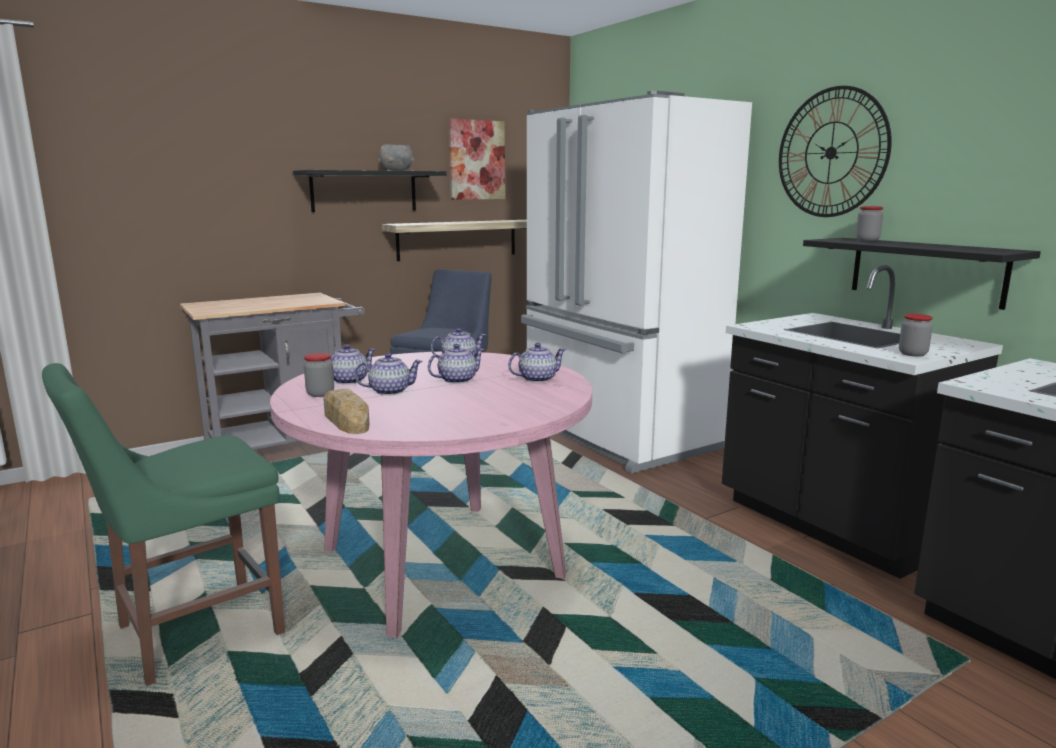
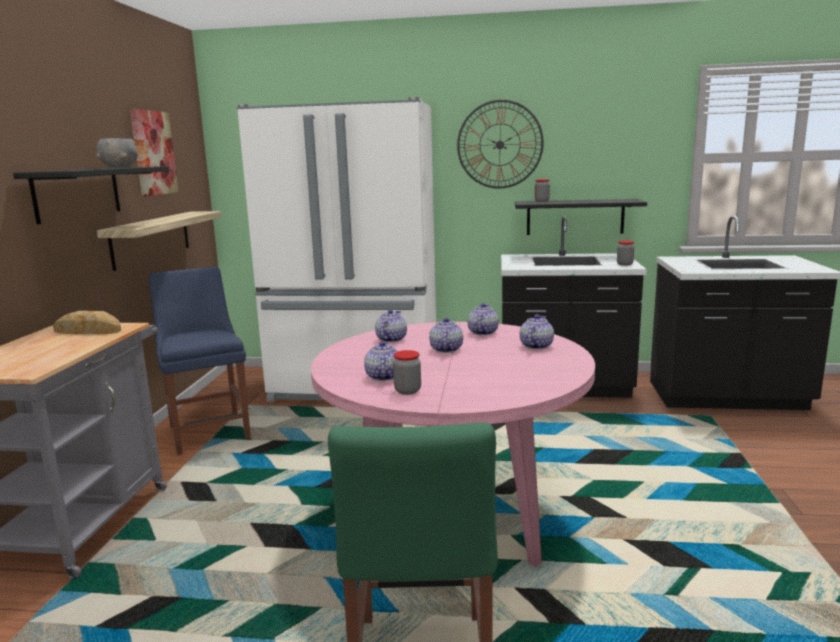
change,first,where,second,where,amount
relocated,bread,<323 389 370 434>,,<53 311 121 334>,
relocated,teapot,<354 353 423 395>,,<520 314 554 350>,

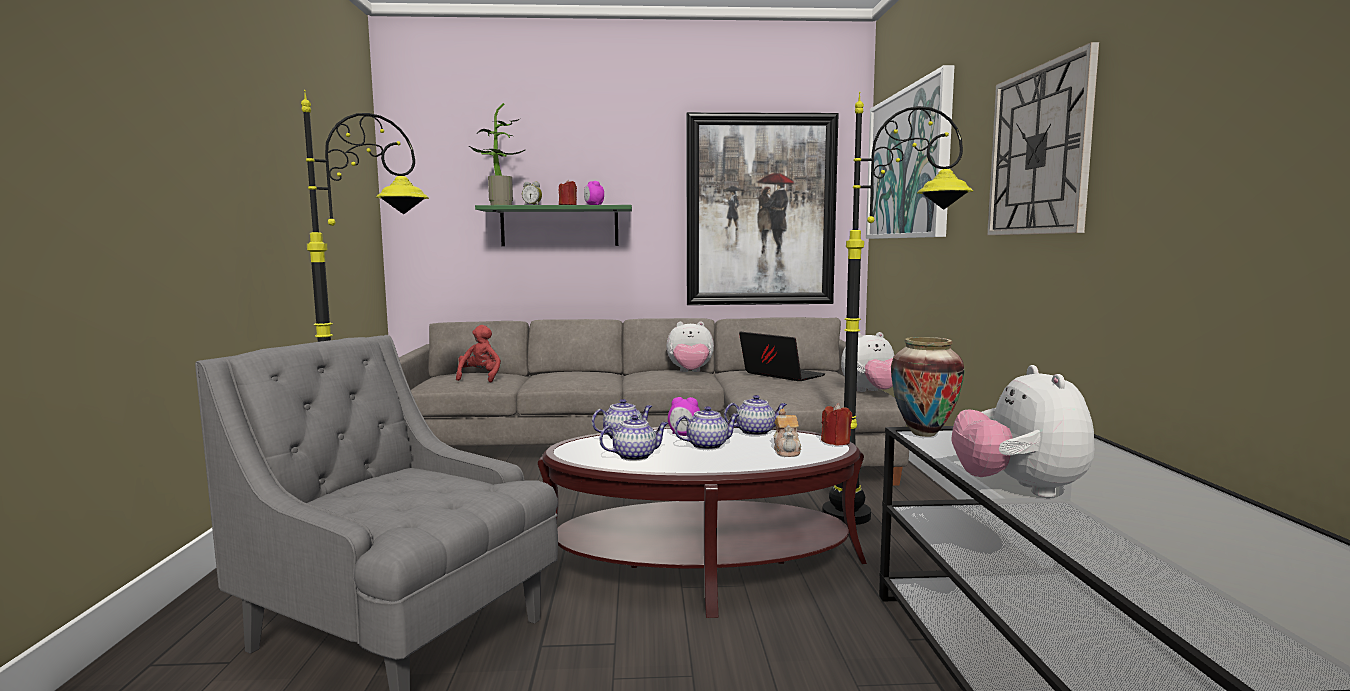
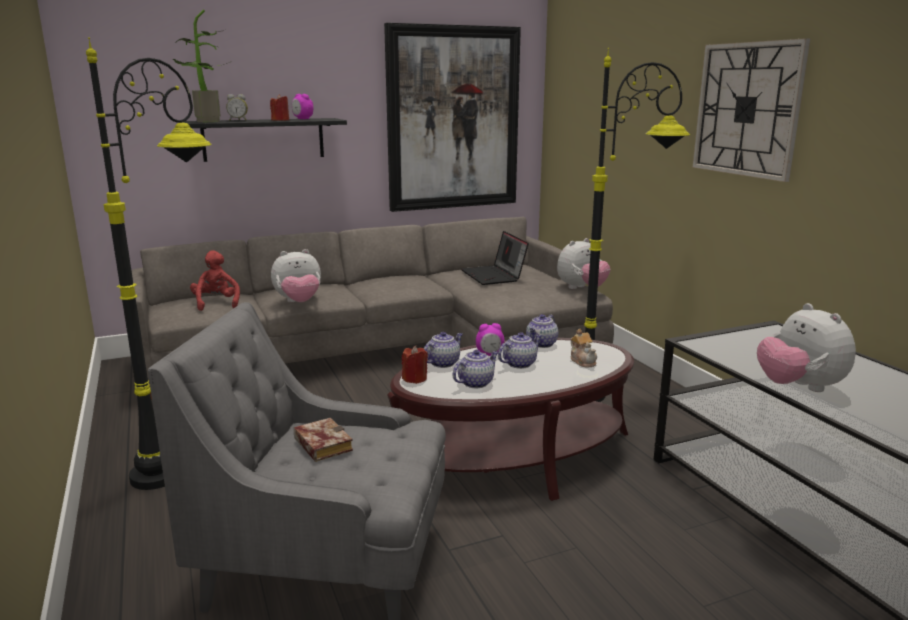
change,first,where,second,where,amount
colour,greenish shelf,<475 205 632 246>,blackish shelf,<183 118 347 162>,
relocated,cuddly toy,<667 321 714 372>,,<271 249 321 302>,
appeared,,,bound book,<294 418 353 462>,
relocated,red wax candle,<821 403 852 445>,,<402 346 428 384>,
spun,portable computer,<739 331 826 381>,,<461 231 529 285>,135 degrees counterclockwise
spun,teapot,<724 395 787 436>,,<526 314 558 348>,150 degrees clockwise
missing,picture,<866 65 954 239>,,,
missing,decorative vase,<891 337 965 437>,,,

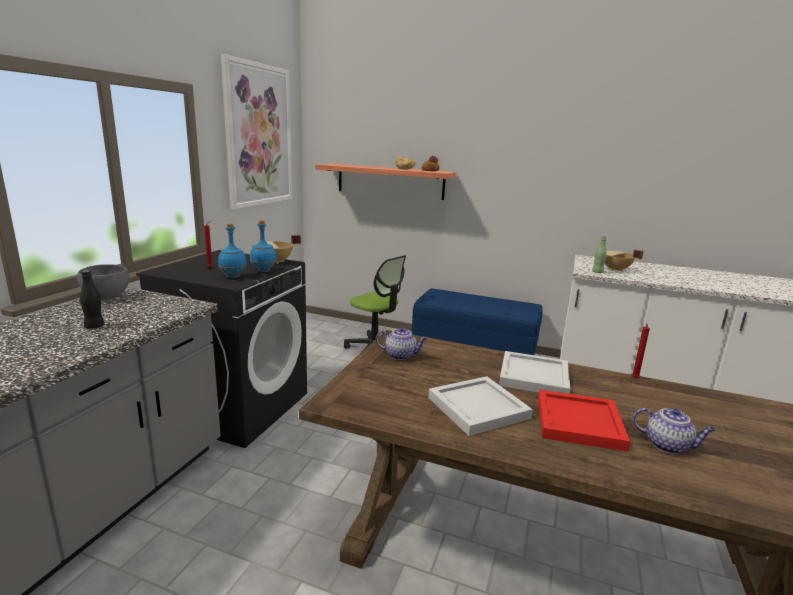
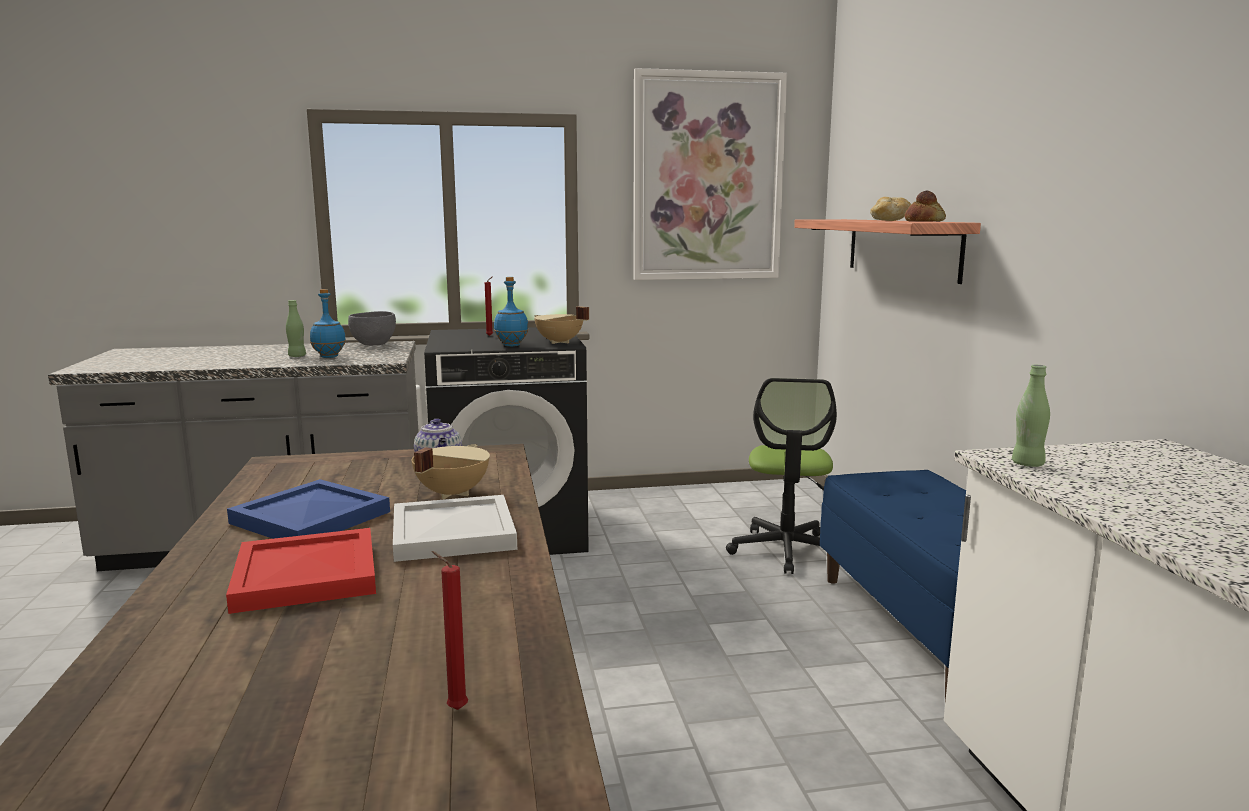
change,first,where,second,where,amount
colour,white serving tray,<428 376 533 436>,bluish serving tray,<227 479 390 539>,
colour,blackish beverage bottle,<80 270 104 329>,greenish beverage bottle,<286 300 306 357>,
relocated,bluish beverage bottle,<218 223 247 278>,,<310 289 346 358>,
relocated,beige saucepot,<605 249 644 272>,,<412 444 490 499>,
relocated,red wax candle,<632 323 650 378>,,<431 551 468 710>,
missing,teapot,<633 408 716 454>,,,

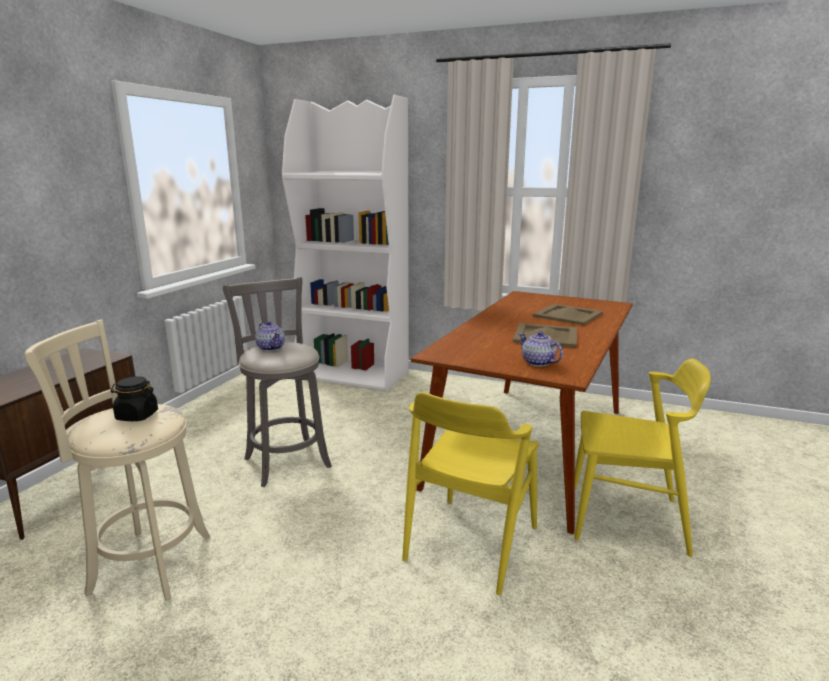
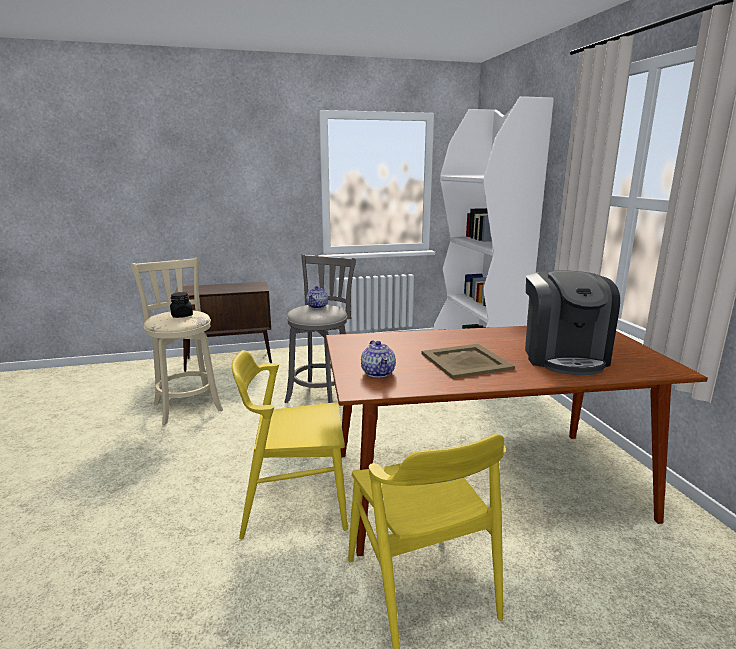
change,first,where,second,where,amount
spun,teapot,<518 331 563 367>,,<361 340 396 378>,150 degrees clockwise
exchanged,beige serving tray,<532 304 603 325>,coffee brewer,<525 270 620 375>,

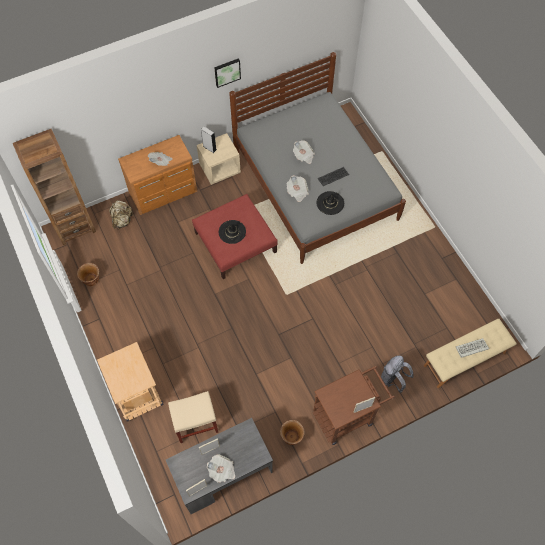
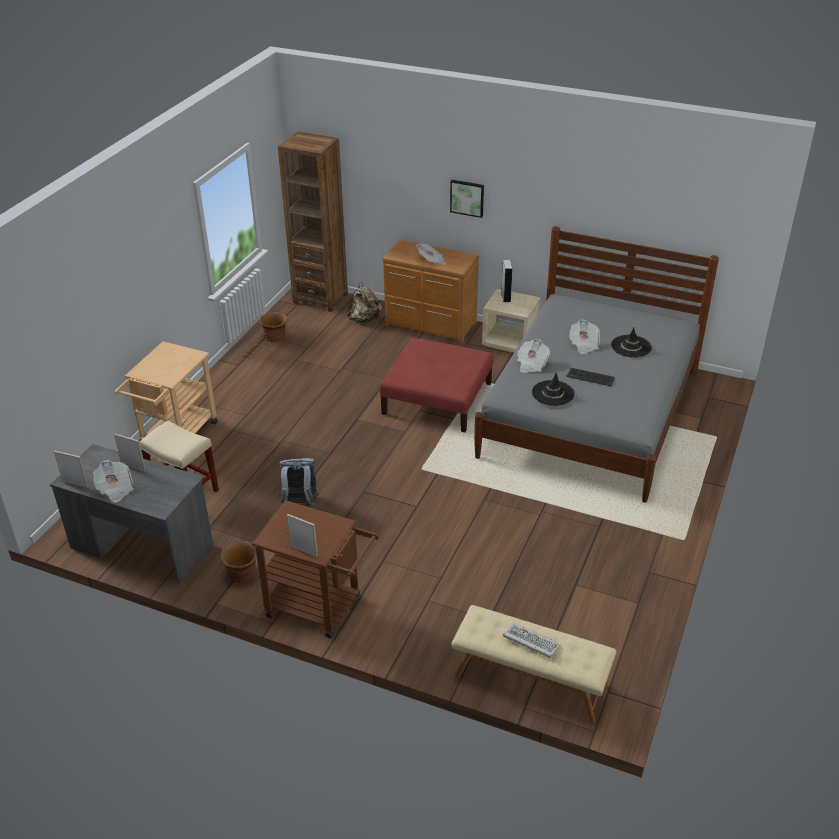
change,first,where,second,where,amount
relocated,greyish rucksack,<381 356 413 393>,,<279 458 319 507>,
relocated,picture,<214 58 241 88>,,<450 180 484 218>,
relocated,blackish wearable hat,<219 220 246 244>,,<611 327 652 357>,

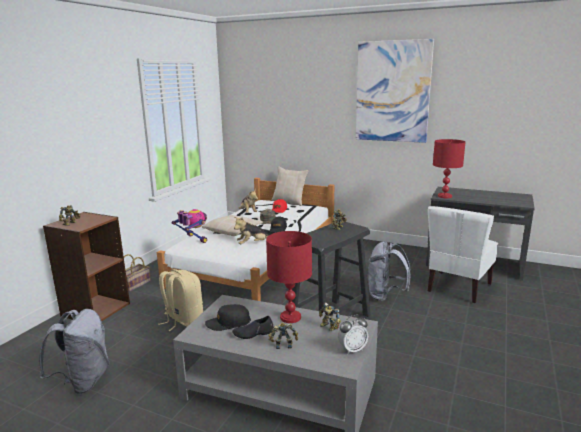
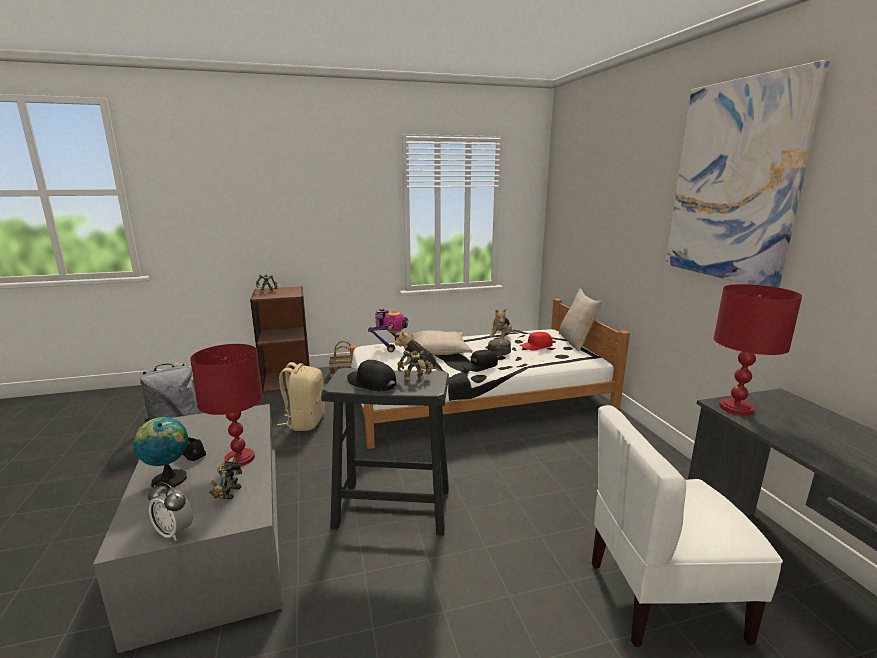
change,first,where,second,where,amount
exchanged,robot figure,<268 322 298 349>,desk globe,<133 417 188 489>,
relocated,blackish baseball cap,<205 304 251 331>,,<347 360 397 391>,
missing,greyish rucksack,<368 241 411 301>,,,

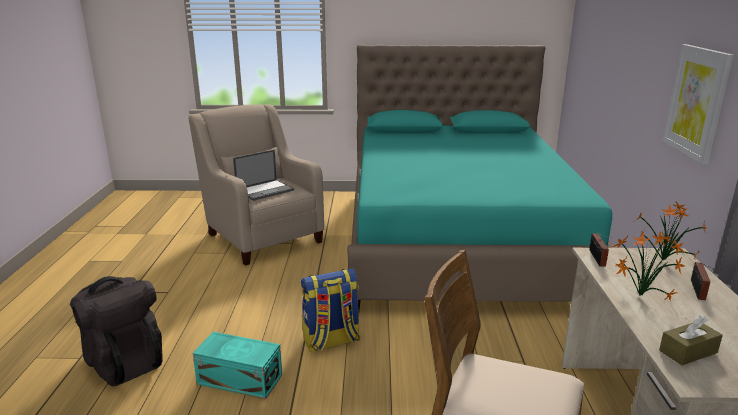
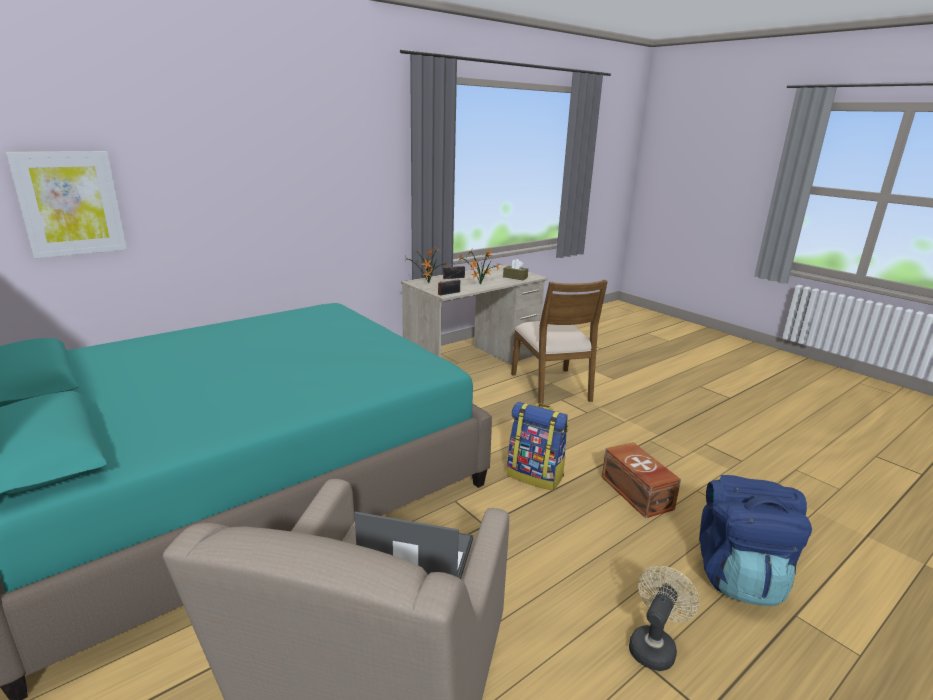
change,first,where,second,where,amount
relocated,picture,<663 44 734 164>,,<6 151 127 259>,
colour,turquoise storage bin,<192 332 282 400>,brownish storage bin,<602 442 681 518>,
appeared,,,beige electric fan,<629 566 700 671>,
colour,blackish rucksack,<70 276 163 386>,bluish rucksack,<699 475 812 606>,

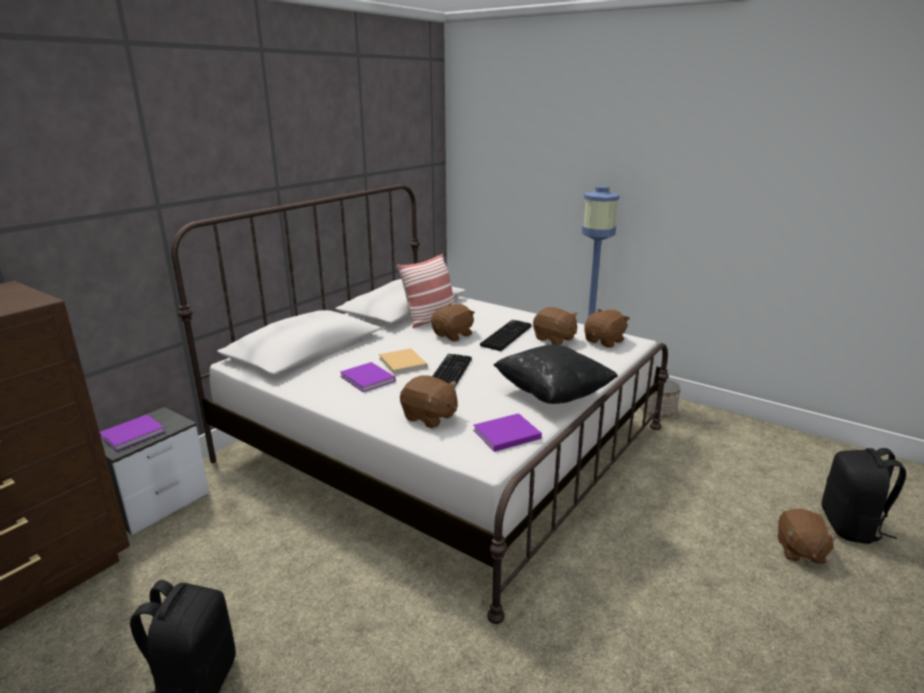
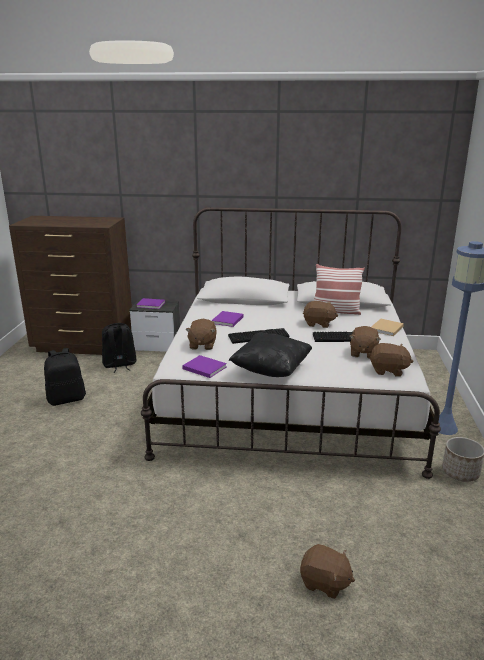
change,first,where,second,where,amount
relocated,blackish rucksack,<821 448 906 544>,,<102 323 137 373>,
spun,brownish cuddly toy,<778 509 839 564>,,<300 544 355 599>,135 degrees counterclockwise
relocated,beige bound book,<379 348 427 375>,,<371 319 404 336>,

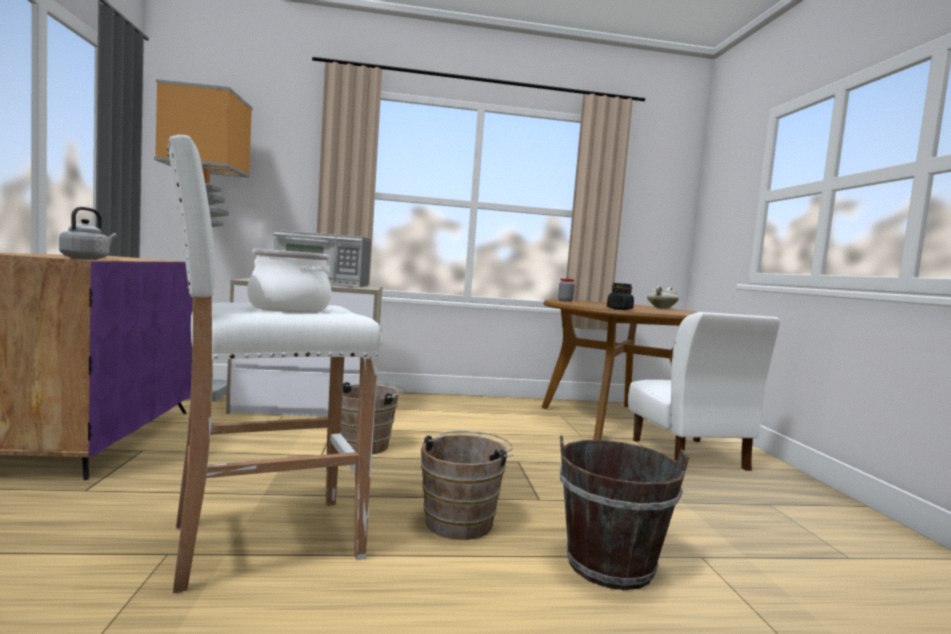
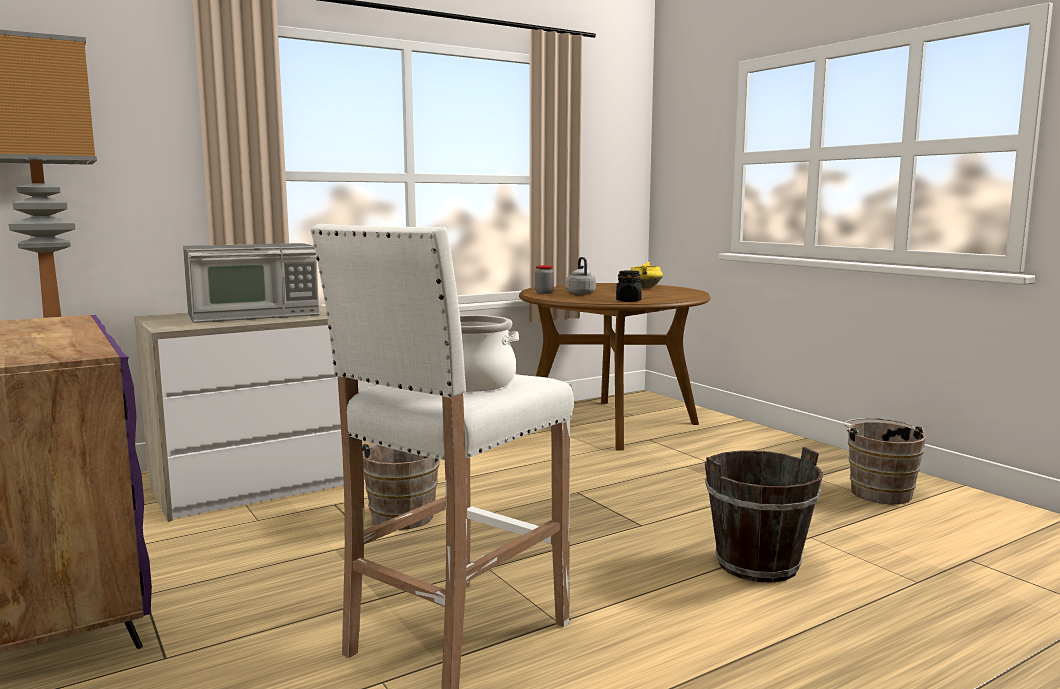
change,first,where,second,where,amount
relocated,greyish tea kettle,<59 207 117 260>,,<566 257 596 294>,
colour,white saucepot,<647 286 679 309>,yellow-coloured saucepot,<630 262 663 288>,
relocated,brownish bucket,<421 430 513 540>,,<844 418 926 504>,
missing,white chair,<628 312 780 471>,,,

